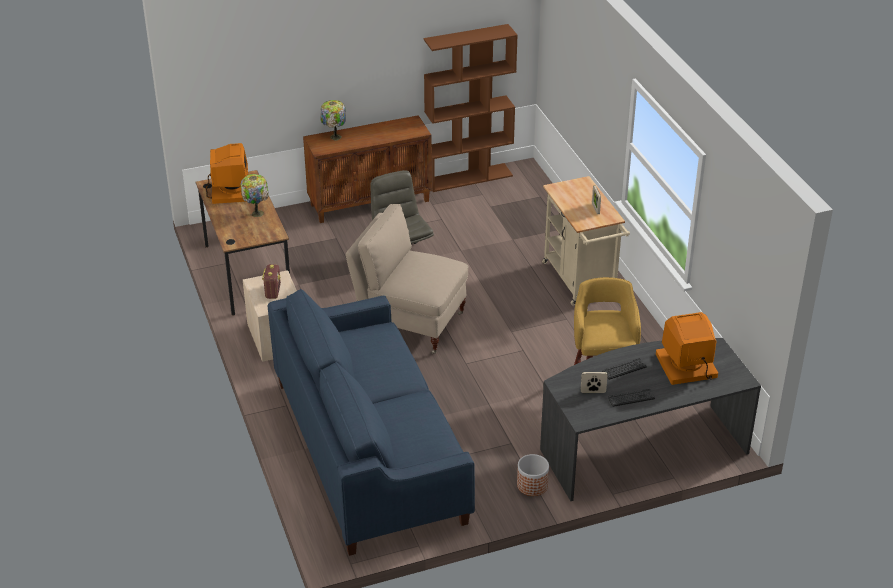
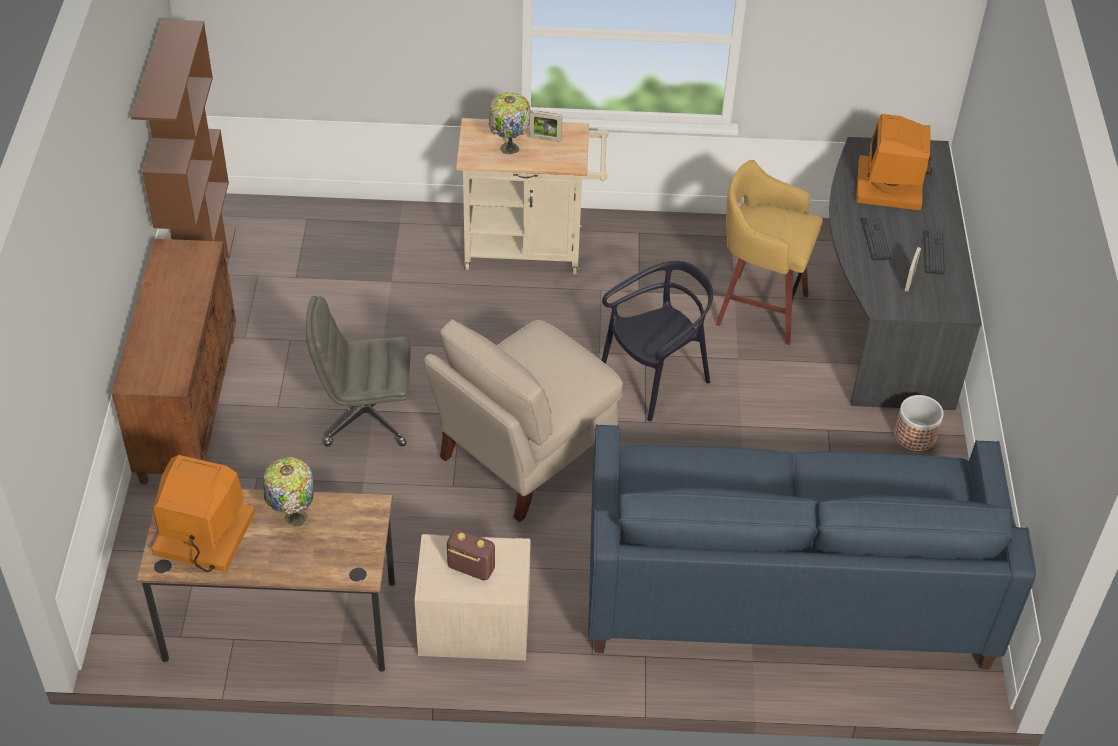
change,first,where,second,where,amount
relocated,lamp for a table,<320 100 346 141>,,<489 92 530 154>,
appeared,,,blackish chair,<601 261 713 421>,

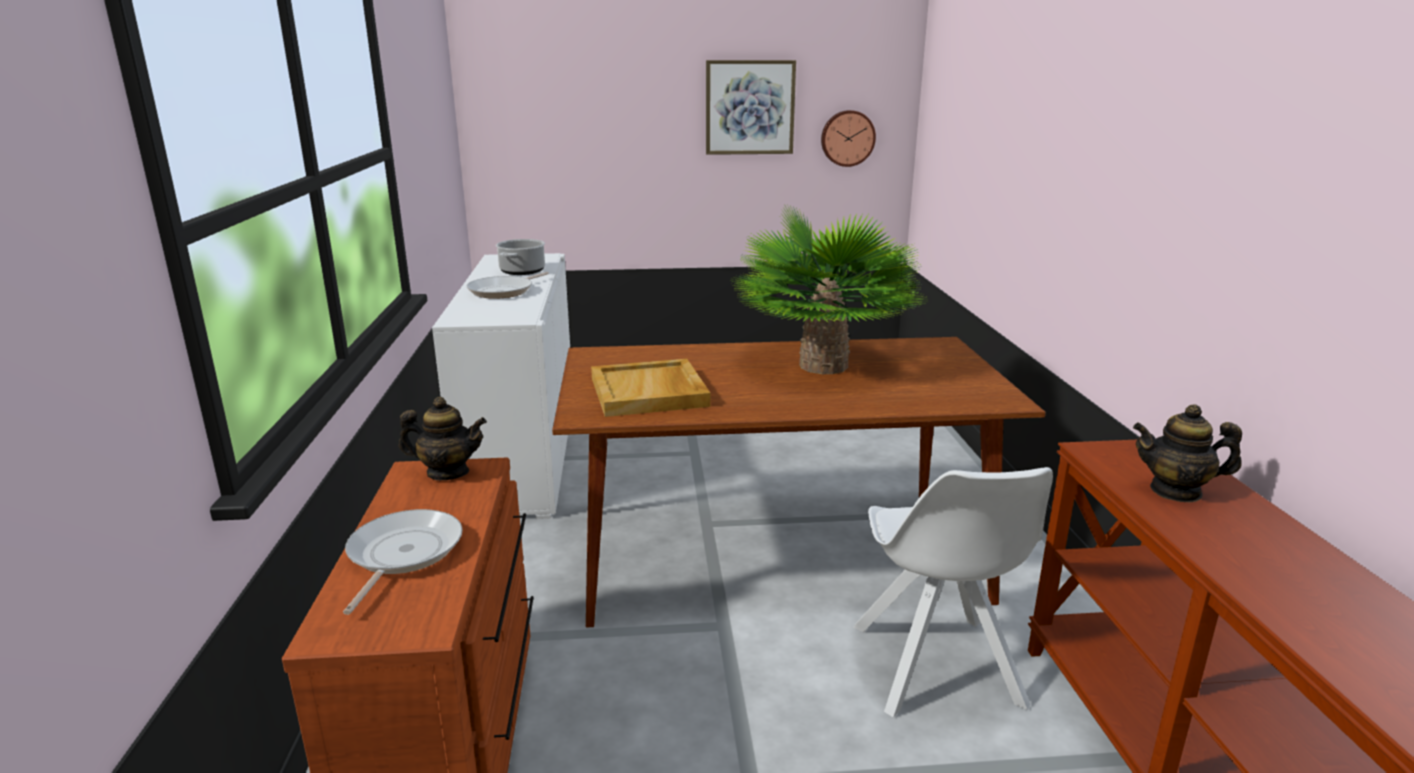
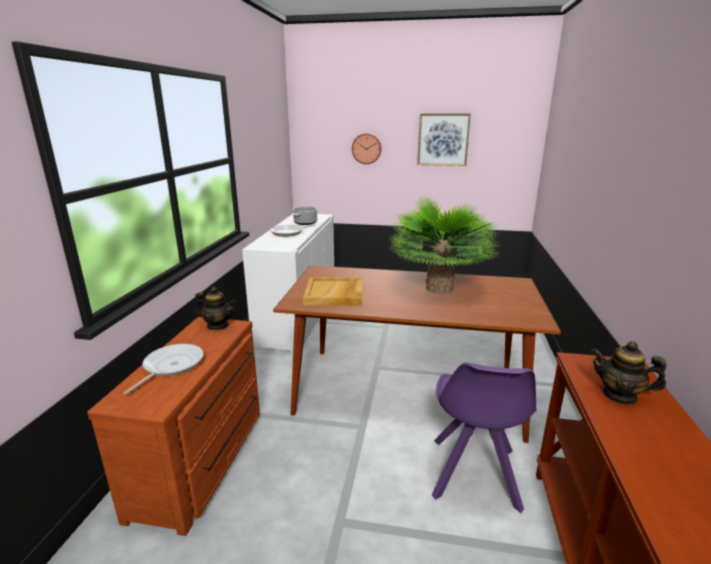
change,first,where,second,where,amount
relocated,clock on the wall,<821 110 876 167>,,<352 133 381 164>,
colour,white chair,<853 467 1053 717>,purple-coloured chair,<432 362 537 513>,

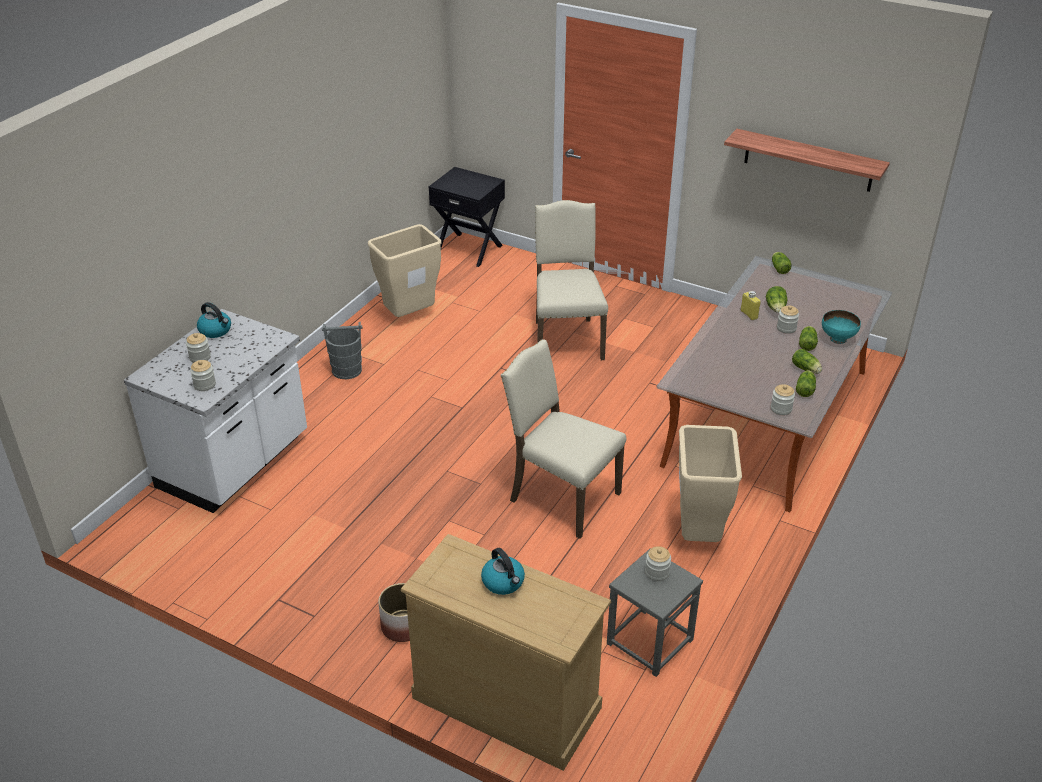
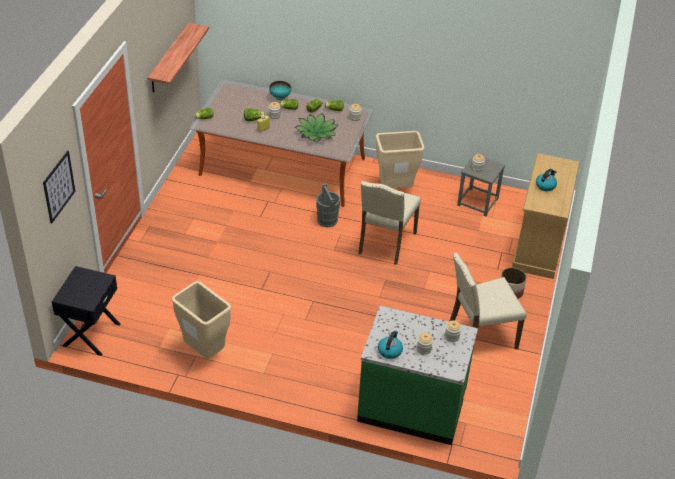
change,first,where,second,where,amount
appeared,,,picture,<43 151 75 224>,
appeared,,,plant in a pot,<295 113 338 142>,
relocated,greyish bucket,<322 322 362 379>,,<316 184 340 227>,
colour,white counter,<124 309 307 513>,greenish counter,<357 306 478 445>,
relocated,beige chair,<535 200 608 360>,,<449 253 527 350>,

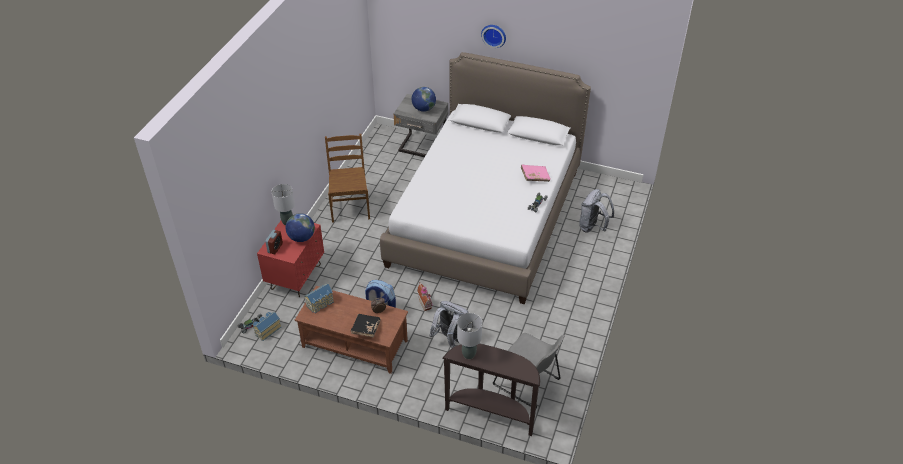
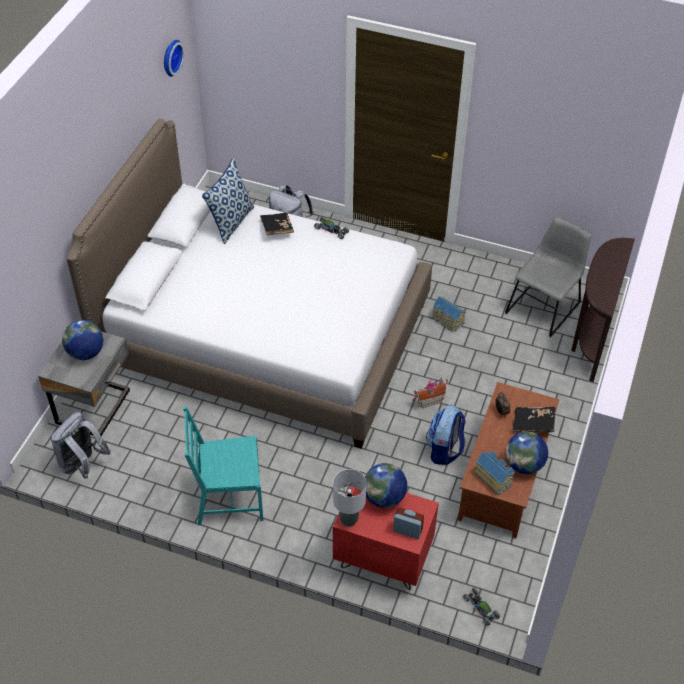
change,first,where,second,where,amount
relocated,greyish rucksack,<429 301 469 348>,,<51 412 111 479>,
relocated,clock on the wall,<481 25 506 48>,,<164 40 184 77>,
colour,brownish chair,<325 134 370 223>,turquoise chair,<183 406 263 525>,
appeared,,,cushion,<202 158 255 244>,
colour,pink-coloured bound book,<521 164 551 182>,blackish bound book,<260 213 294 236>,
relocated,model house,<253 312 281 341>,,<432 297 466 332>,
appeared,,,desk globe,<505 432 548 474>,
missing,greyish lamp for a table,<457 313 482 359>,,,

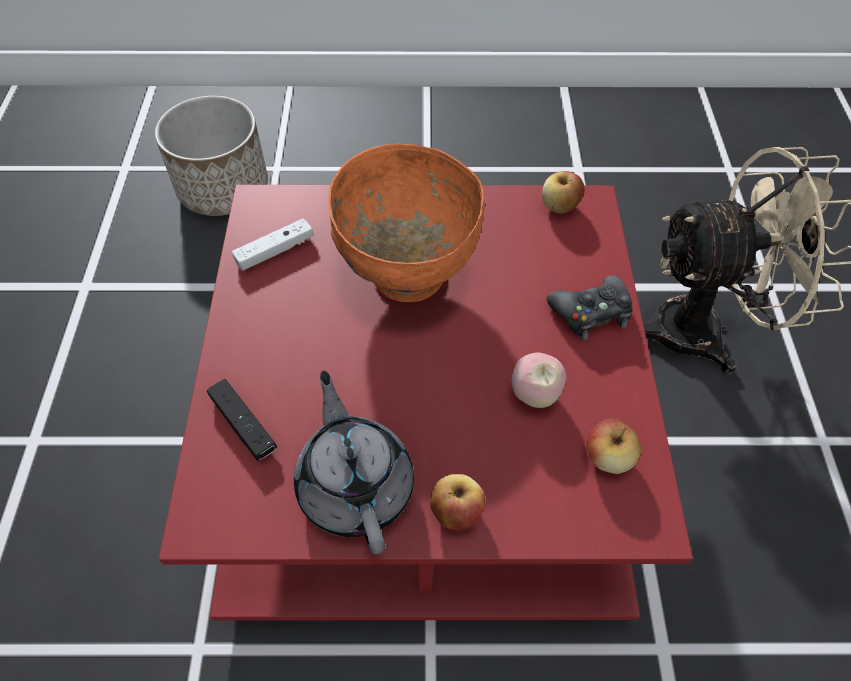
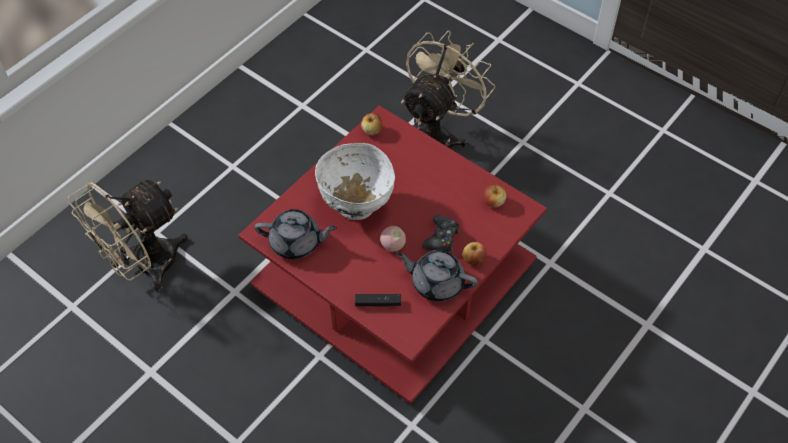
change,first,where,second,where,amount
exchanged,planter,<155 96 268 216>,beige electric fan,<68 180 188 292>,
exchanged,white gamepad,<232 218 313 271>,greyish teapot,<255 209 337 259>,
colour,orange deep dish,<328 144 485 302>,white deep dish,<315 143 395 220>,
relocated,apple,<512 353 566 408>,,<380 226 406 252>,
relocated,blackish gamepad,<547 275 632 340>,,<422 215 460 252>,

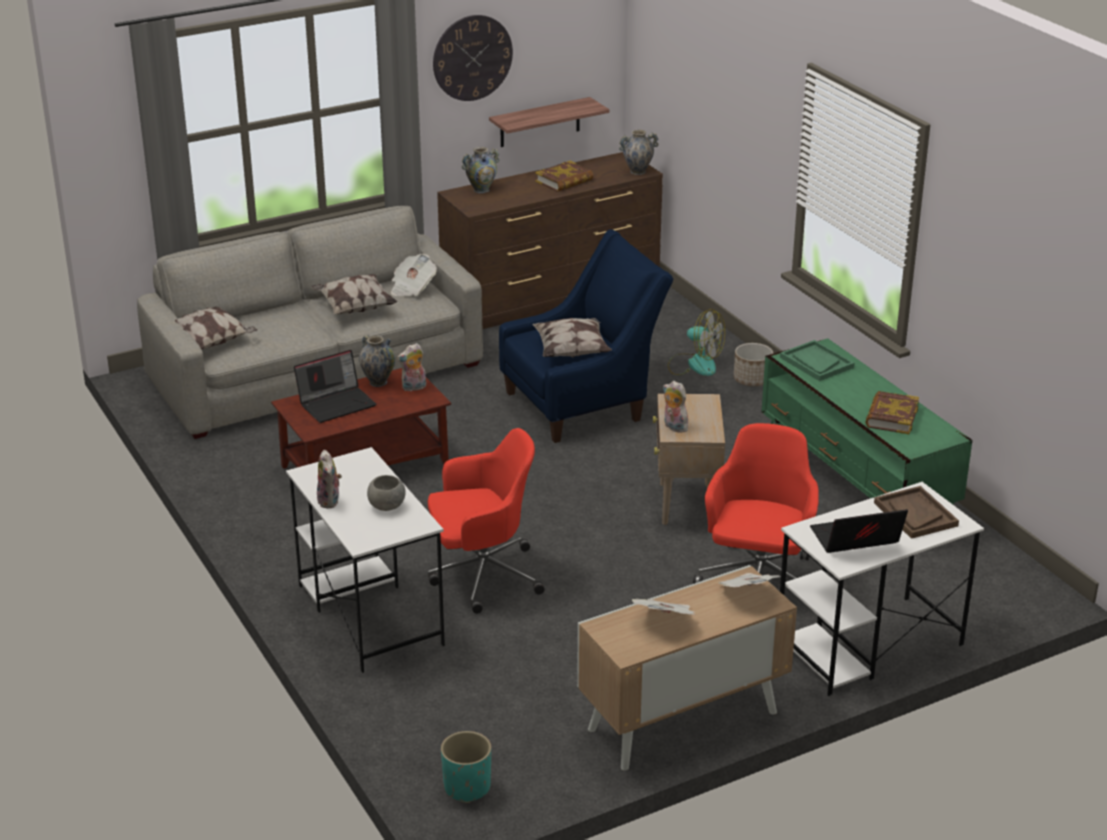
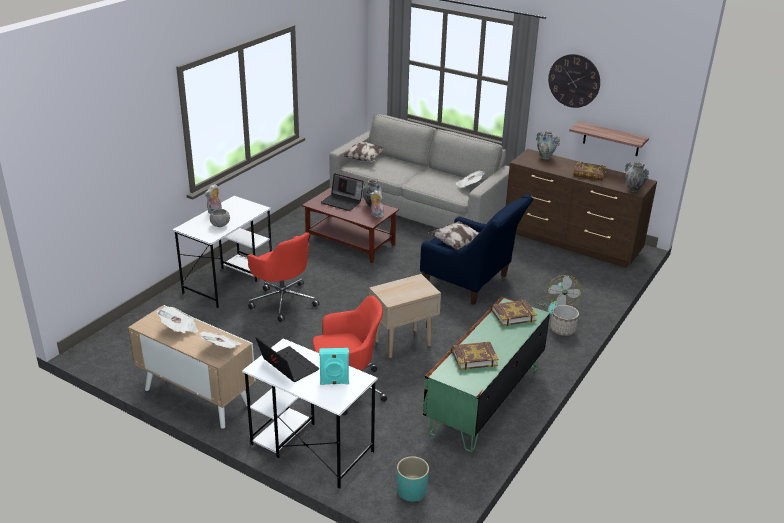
change,first,where,second,where,amount
exchanged,brownish serving tray,<874 486 959 539>,turquoise loudspeaker,<319 348 349 385>,
relocated,turquoise planter,<441 731 491 803>,,<397 456 429 502>,
exchanged,greenish serving tray,<780 340 854 381>,bound book,<492 300 537 326>,
missing,cushion,<311 274 398 314>,,,
missing,cuddly toy,<663 381 688 433>,,,

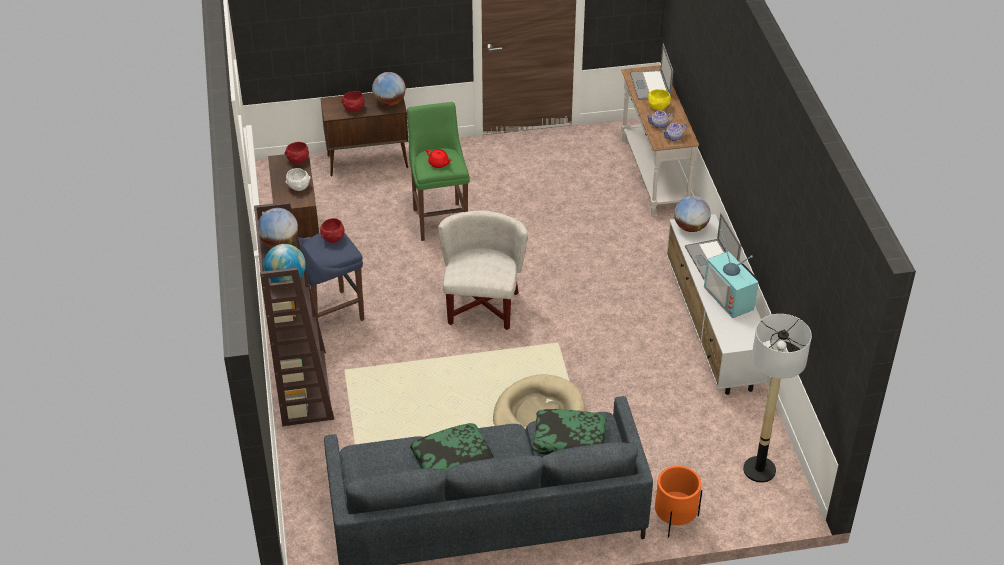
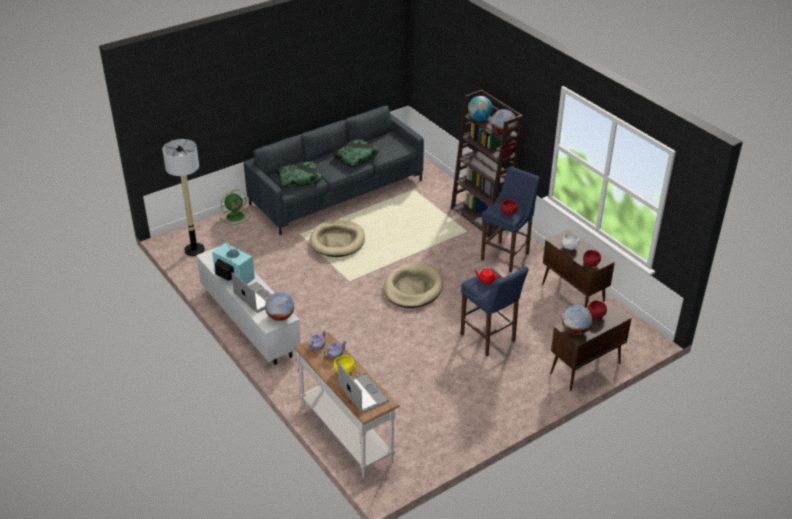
change,first,where,second,where,amount
exchanged,orange planter,<655 466 702 538>,greenish electric fan,<220 190 250 225>,
exchanged,white easy chair,<438 210 528 330>,beige pet bed,<384 263 443 308>,
colour,greenish sitting stool,<407 102 470 241>,bluish sitting stool,<461 266 528 356>,

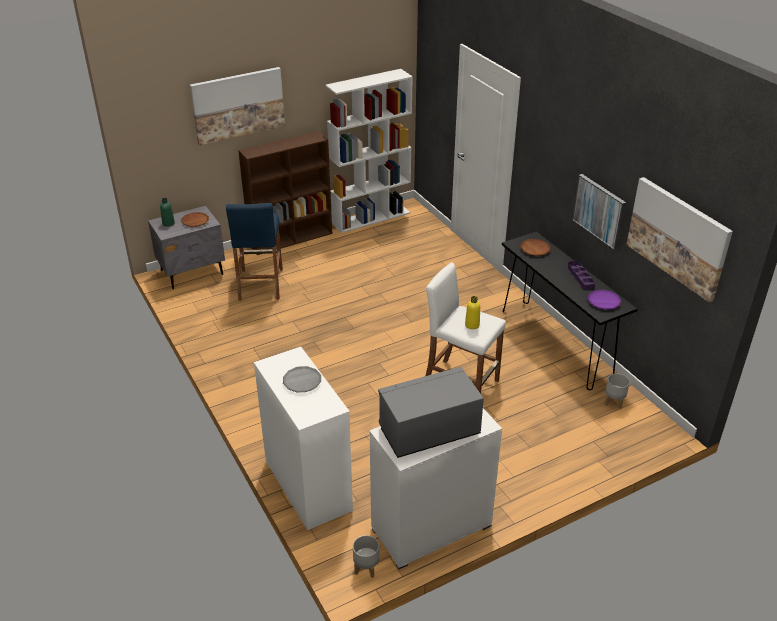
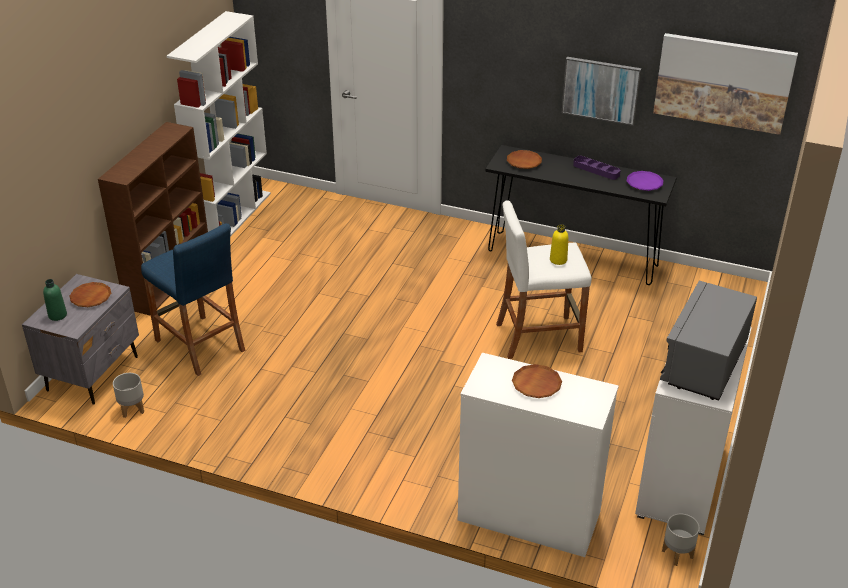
change,first,where,second,where,amount
relocated,greyish planter,<605 373 630 409>,,<113 373 144 418>,
colour,greyish plate,<283 366 321 393>,brownish plate,<512 364 562 398>,
missing,picture,<190 67 285 145>,,,

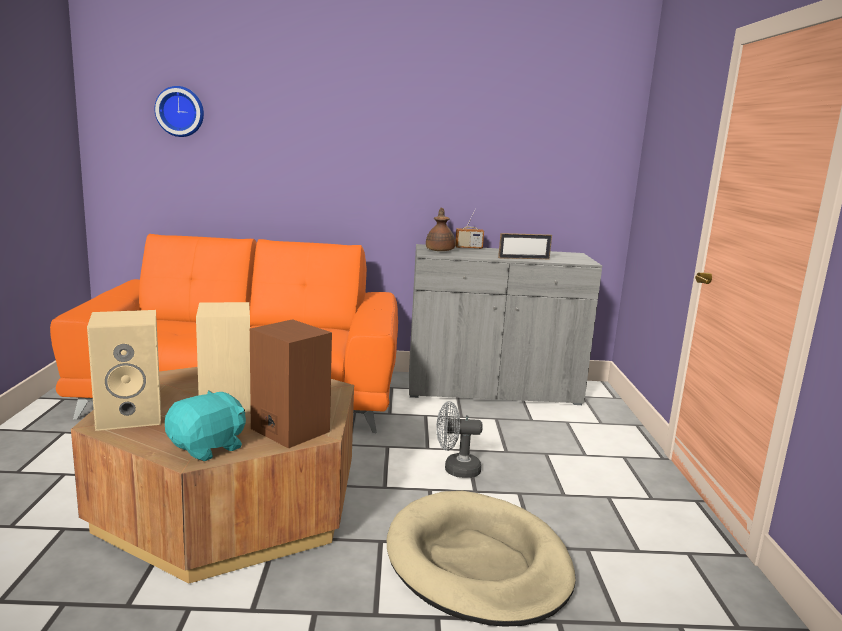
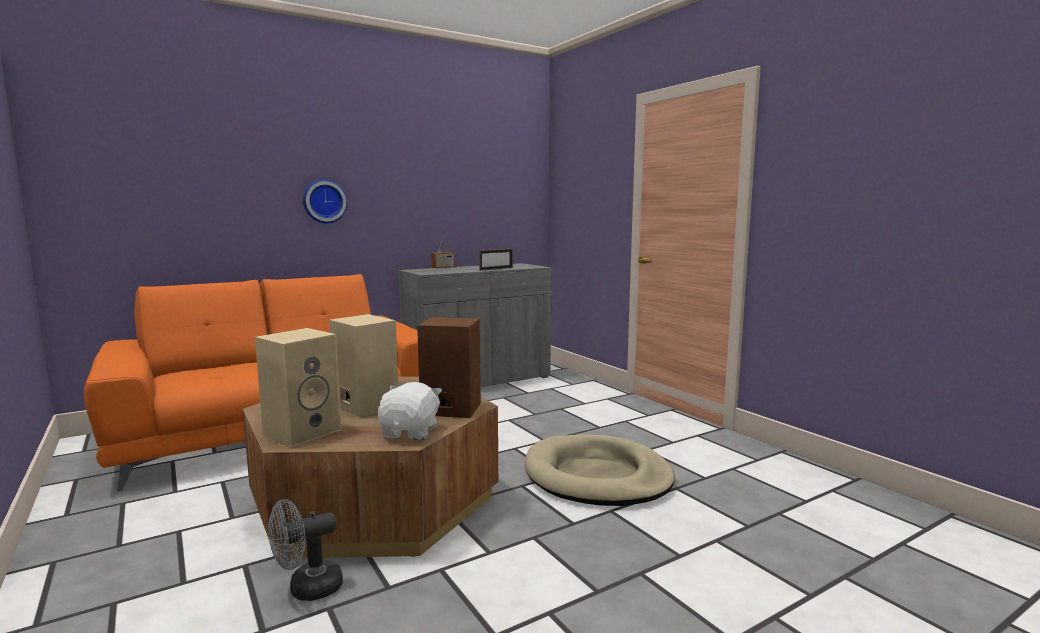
change,first,where,second,where,amount
relocated,greyish electric fan,<436 401 483 478>,,<268 499 343 601>,
relocated,clock on the wall,<154 86 204 137>,,<303 179 347 223>,
colour,turquoise cuddly toy,<165 390 246 461>,white cuddly toy,<378 382 442 440>,
missing,brownish teapot,<426 208 455 251>,,,

